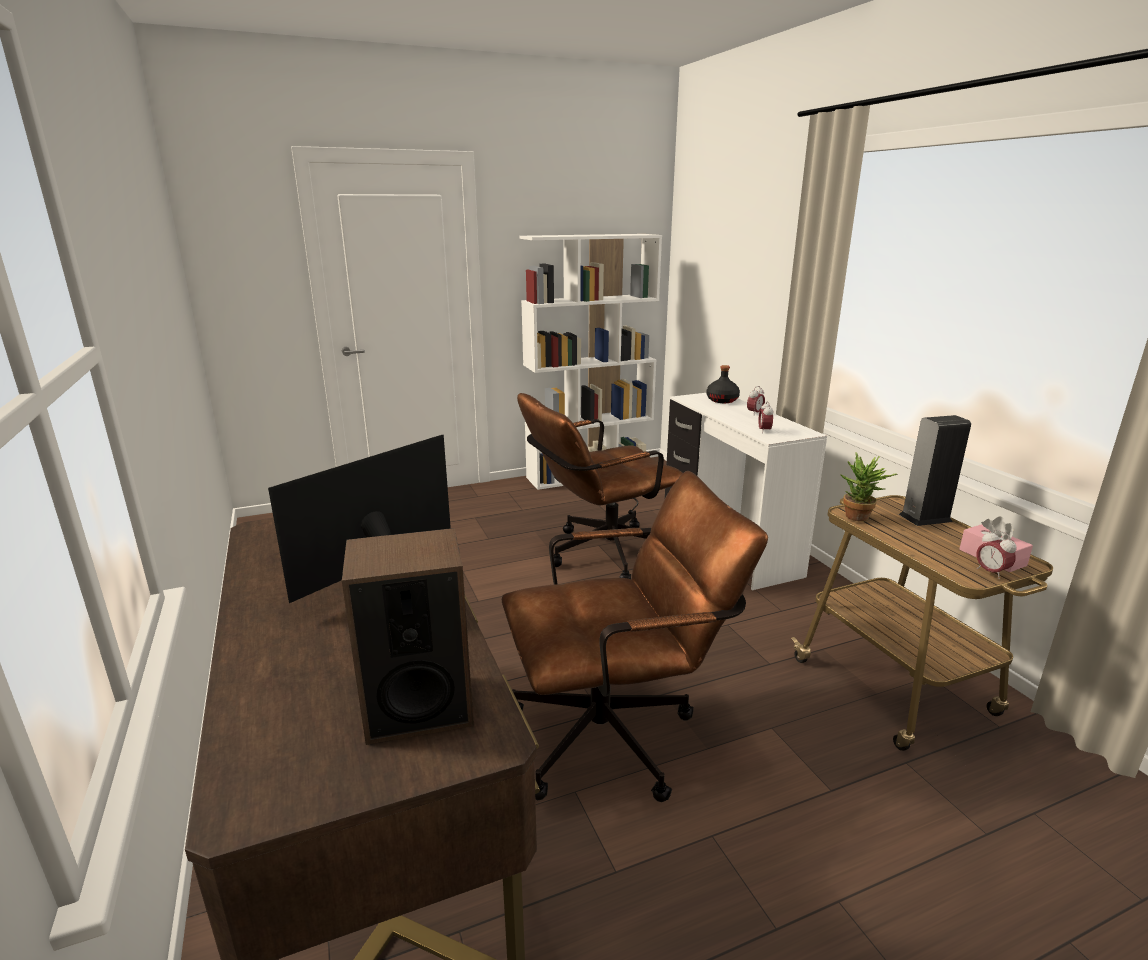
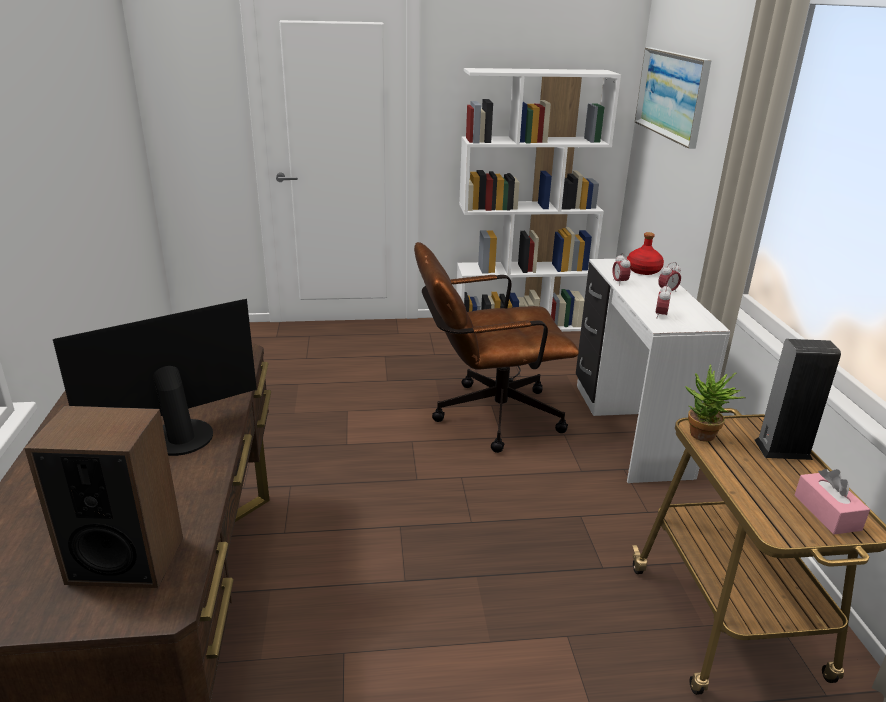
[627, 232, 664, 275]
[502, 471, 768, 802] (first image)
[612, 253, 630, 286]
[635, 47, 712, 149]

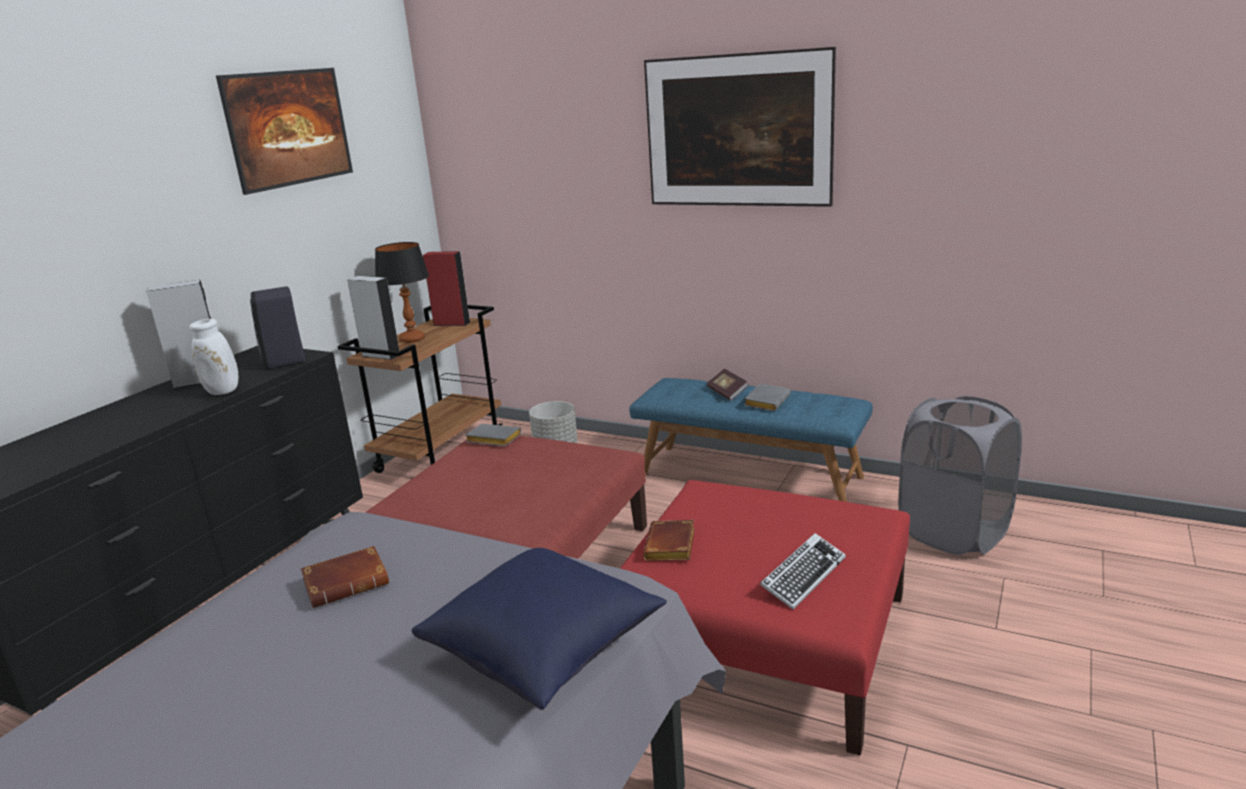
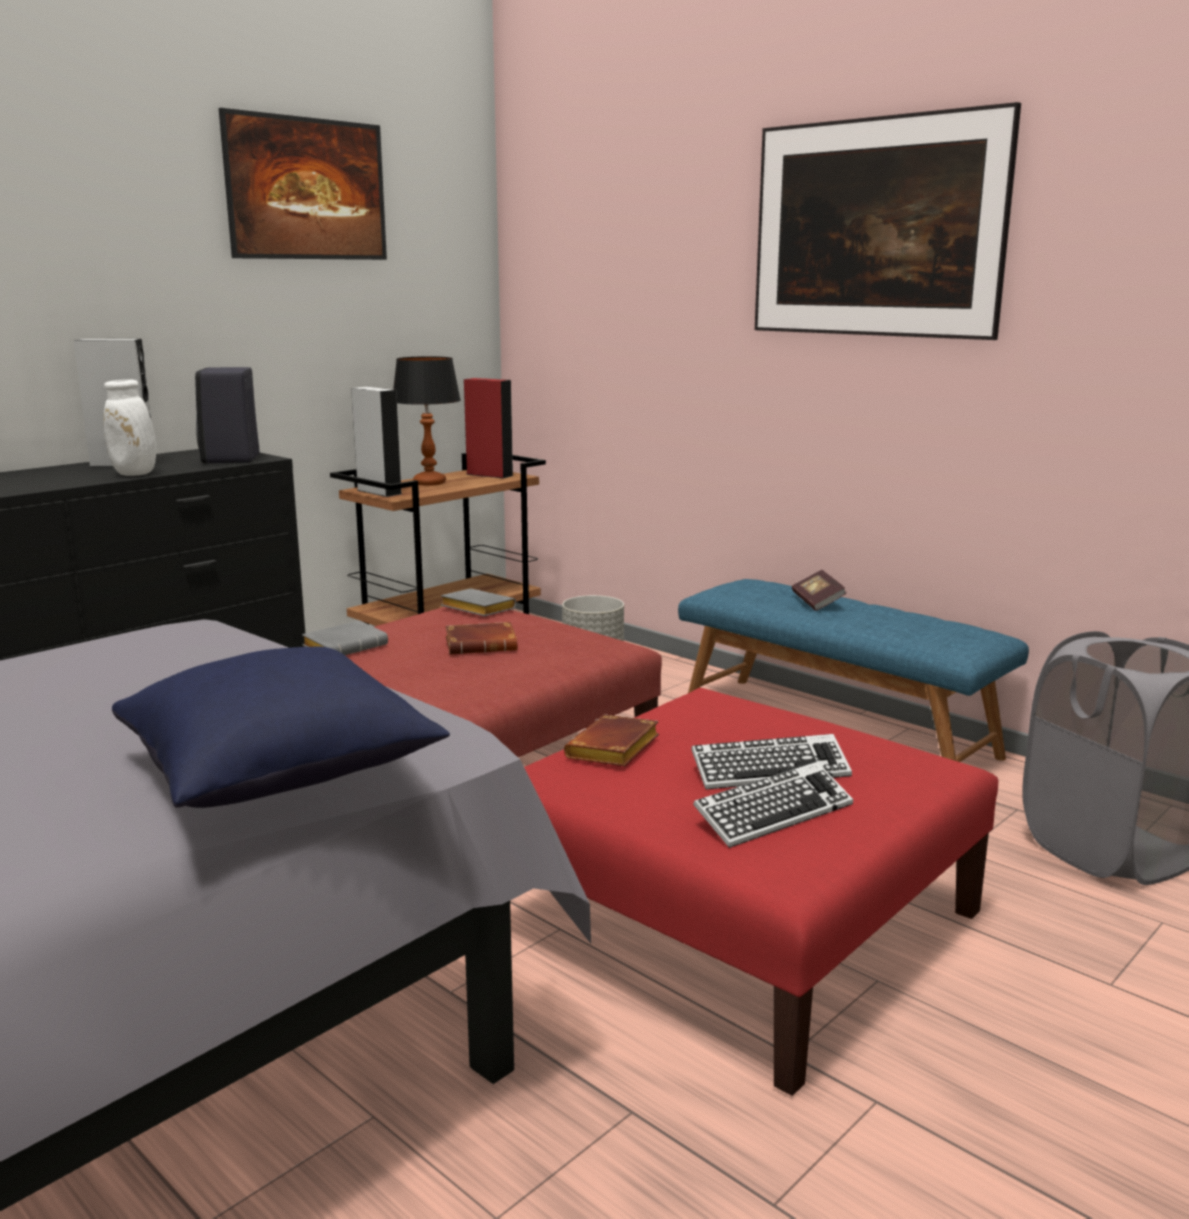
[302, 620, 388, 655]
[445, 622, 517, 654]
[691, 734, 852, 790]

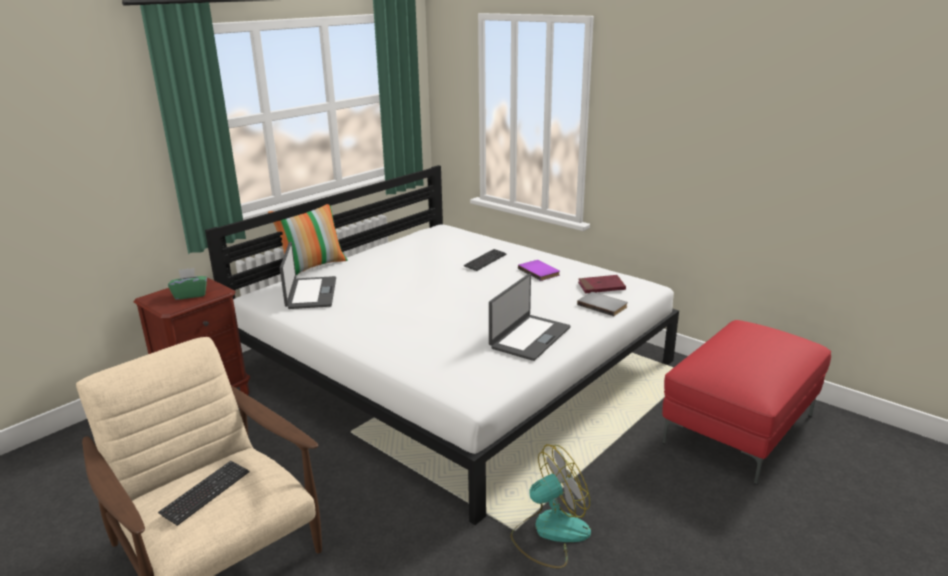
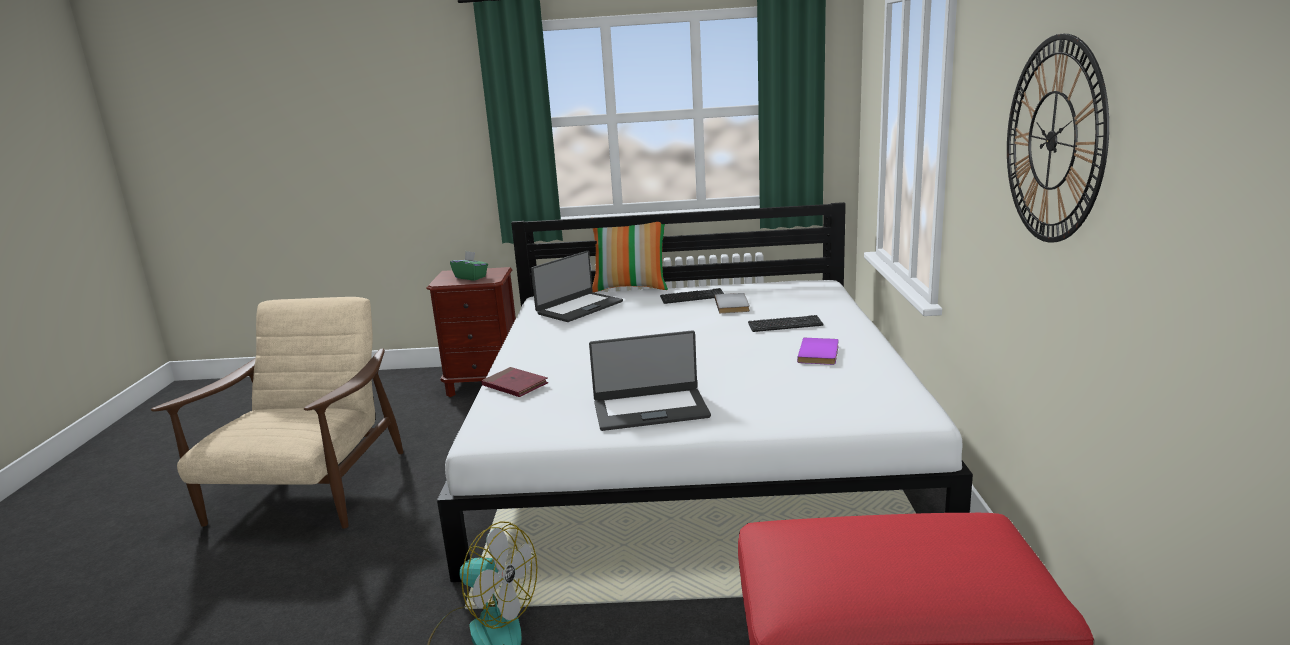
[481, 367, 548, 397]
[715, 293, 750, 313]
[660, 288, 724, 304]
[1007, 34, 1109, 243]

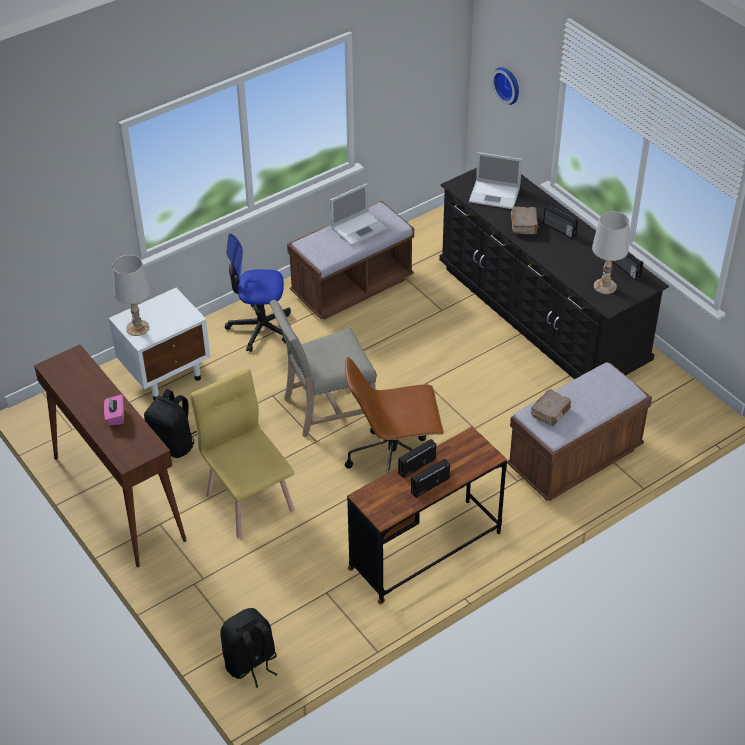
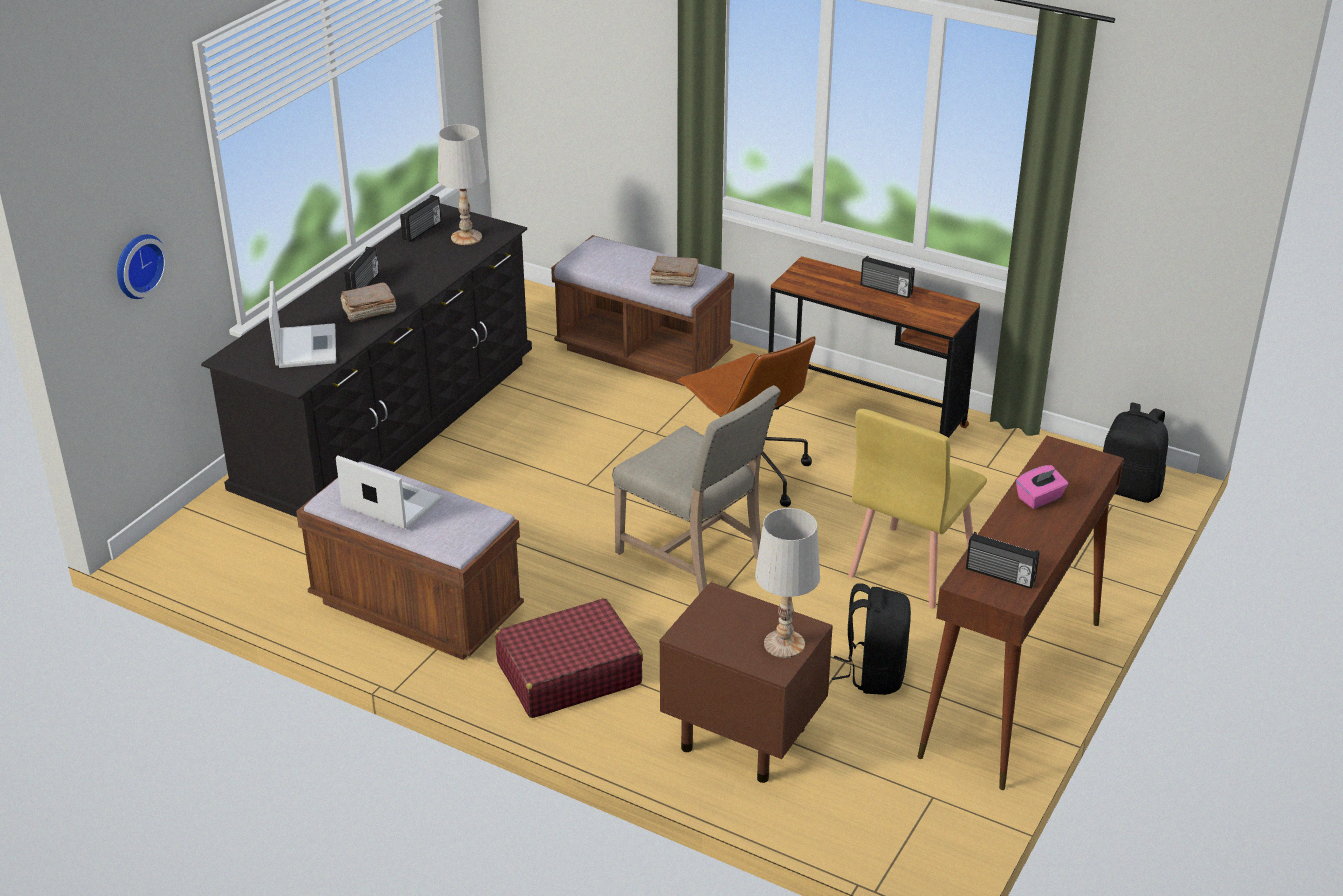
[495, 598, 643, 718]
[659, 582, 833, 783]
[966, 532, 1040, 589]

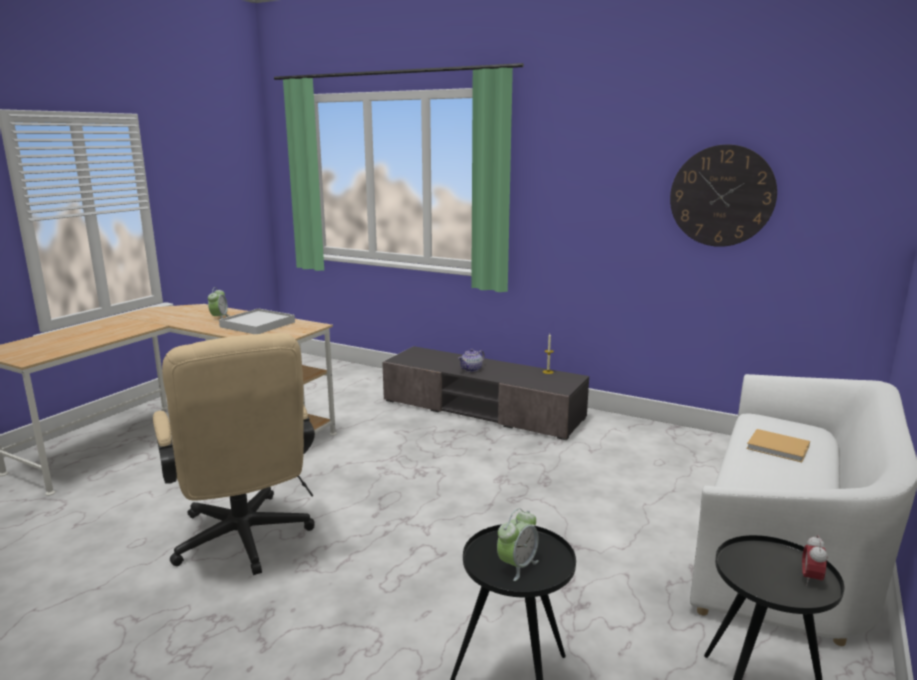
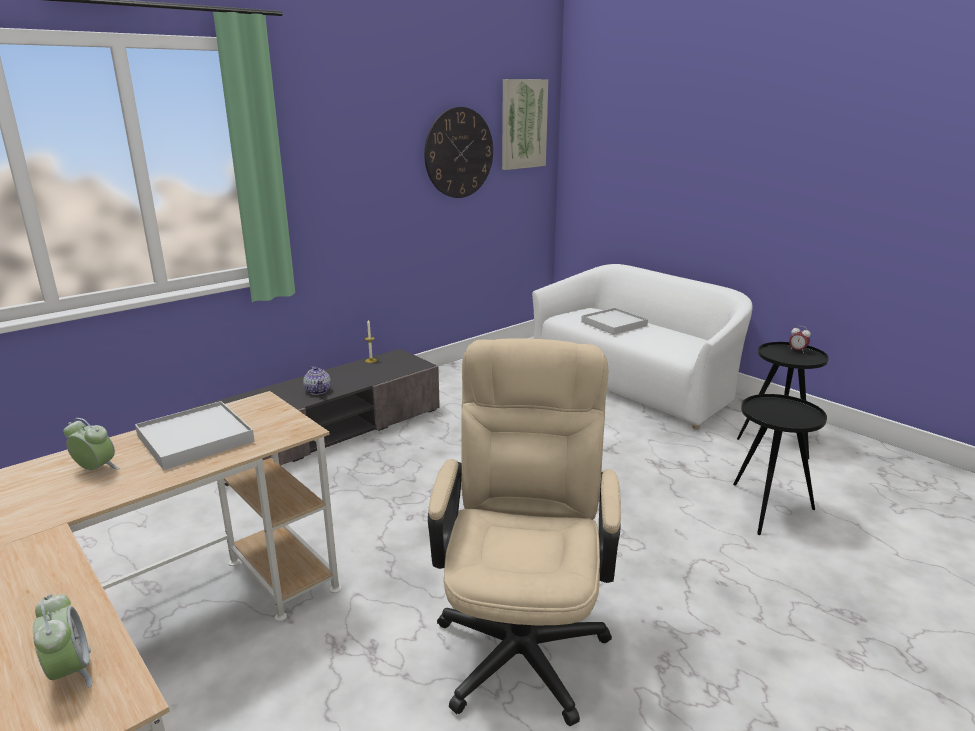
[428, 338, 621, 726]
[581, 308, 648, 335]
[33, 594, 92, 688]
[502, 79, 548, 170]

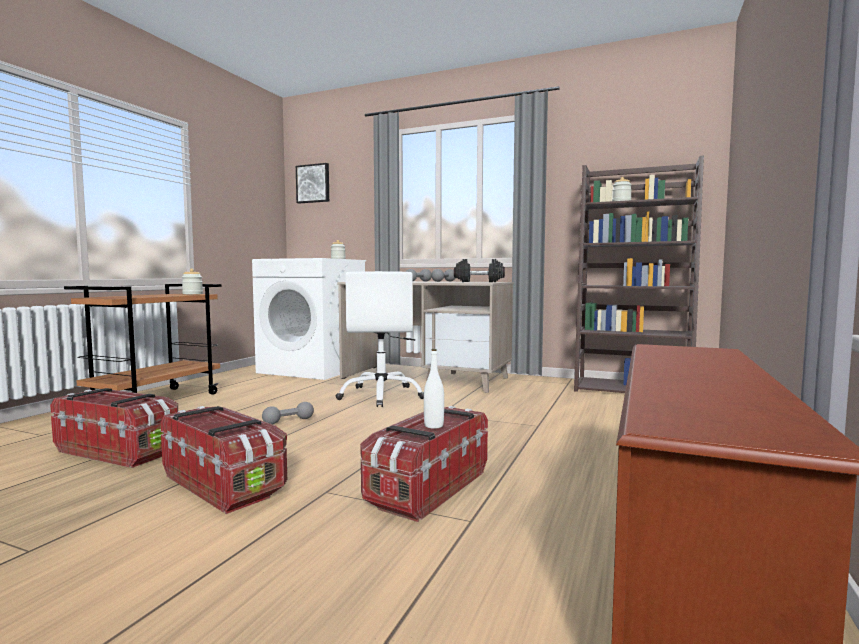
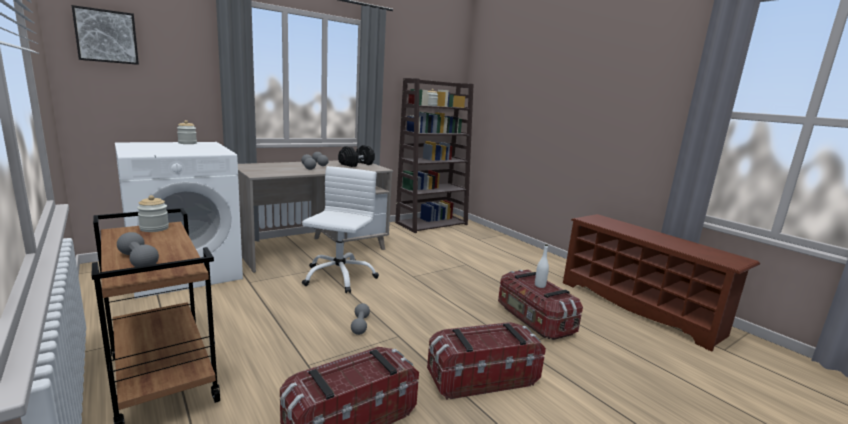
[302, 166, 379, 293]
[117, 232, 159, 267]

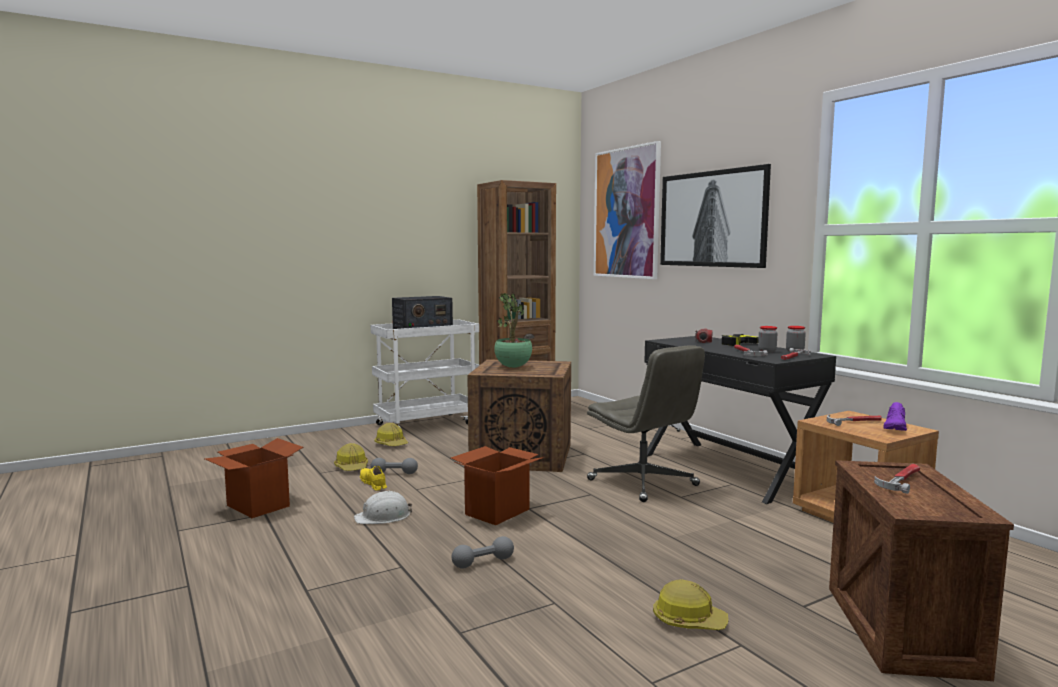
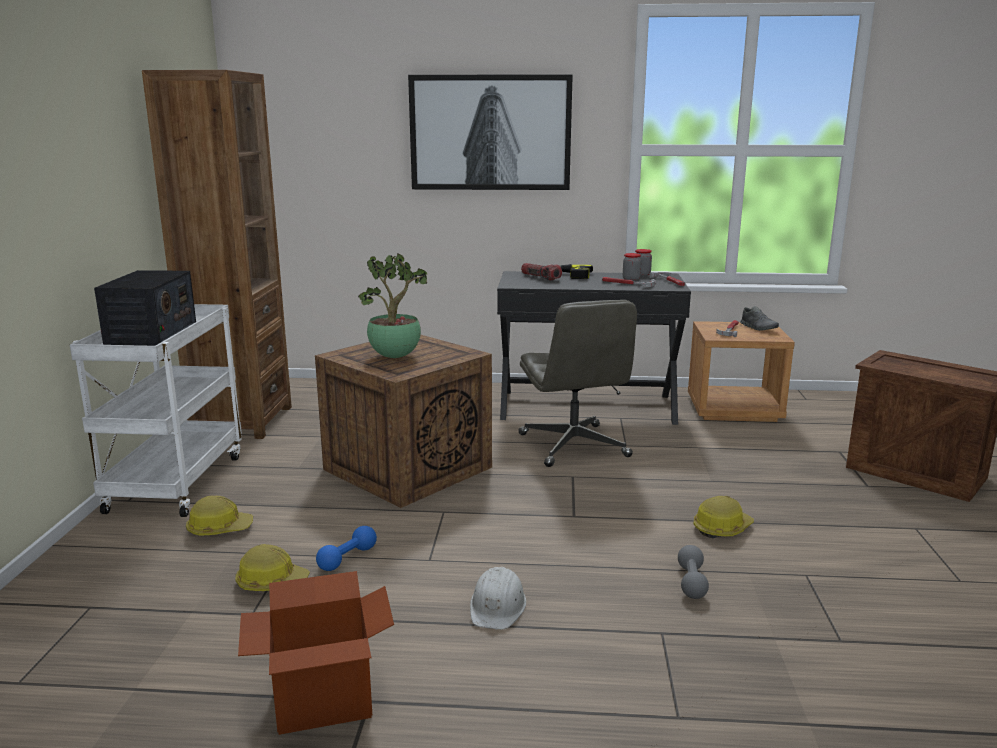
[594, 141, 661, 279] (first image)
[518, 300, 637, 467]
[740, 306, 779, 331]
[451, 446, 544, 525] (first image)
[316, 526, 377, 571]
[874, 464, 920, 494] (first image)
[360, 466, 387, 490] (first image)
[694, 496, 754, 538]

